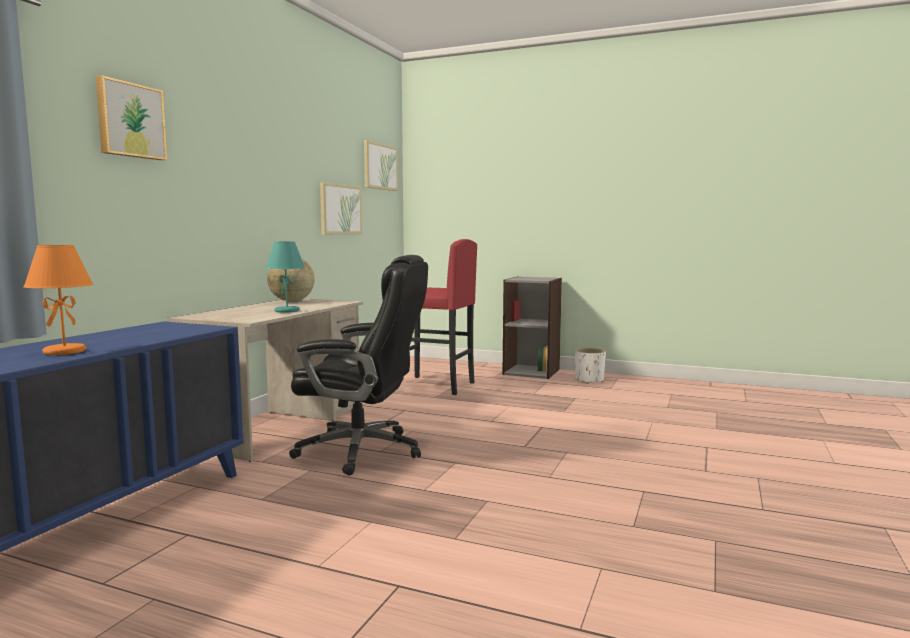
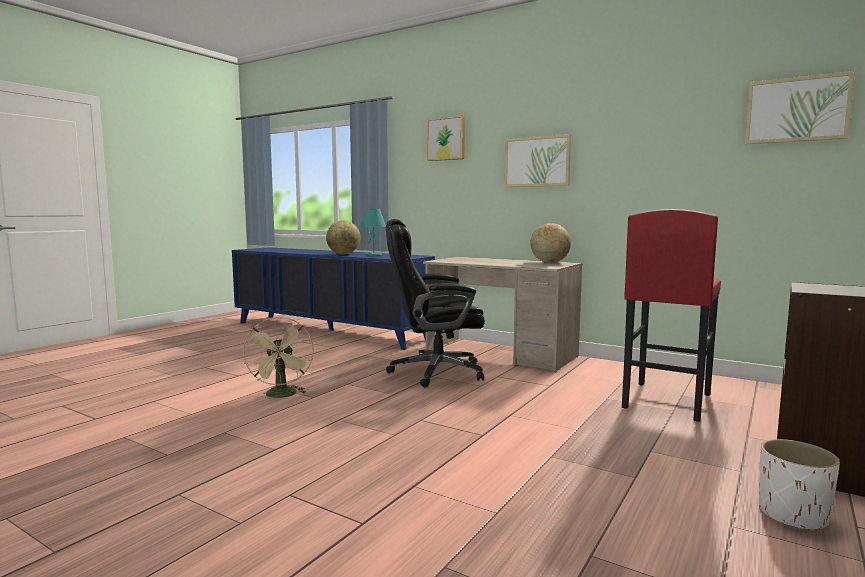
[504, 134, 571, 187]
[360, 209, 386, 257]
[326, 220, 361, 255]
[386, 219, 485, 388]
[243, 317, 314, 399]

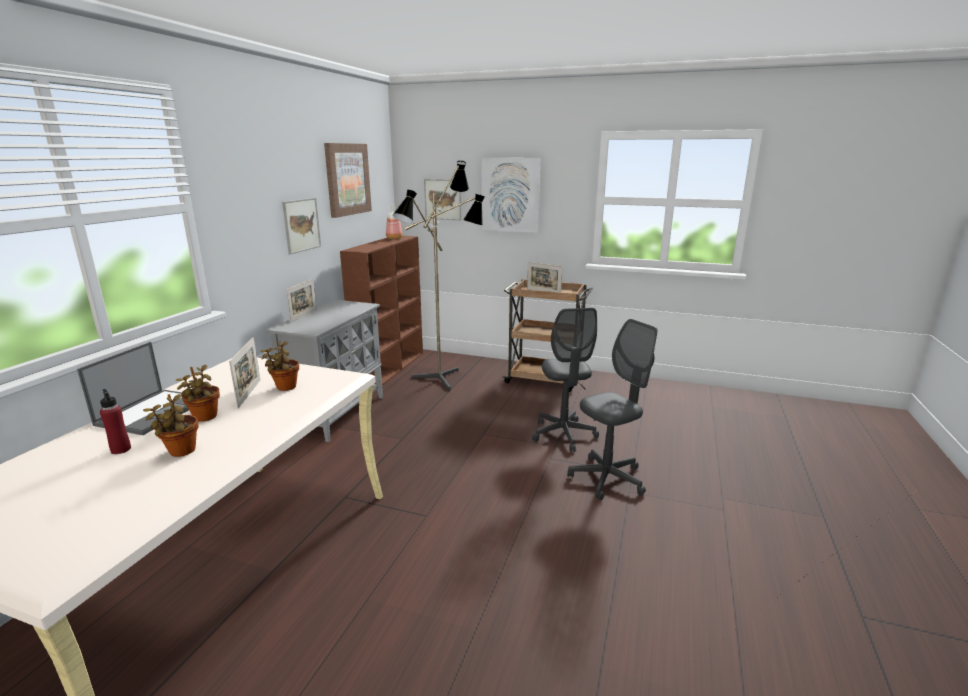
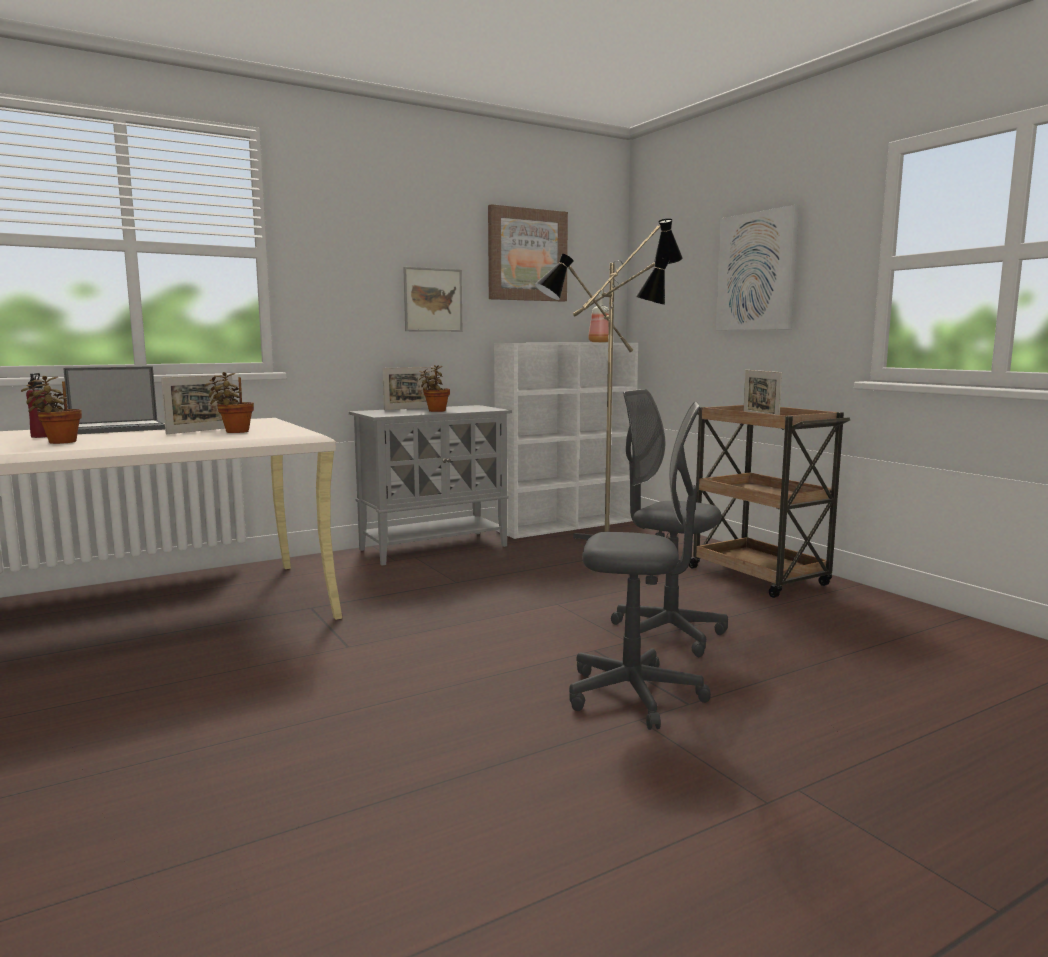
[424, 179, 462, 220] (first image)
[494, 343, 638, 539]
[611, 389, 728, 657]
[419, 365, 450, 412]

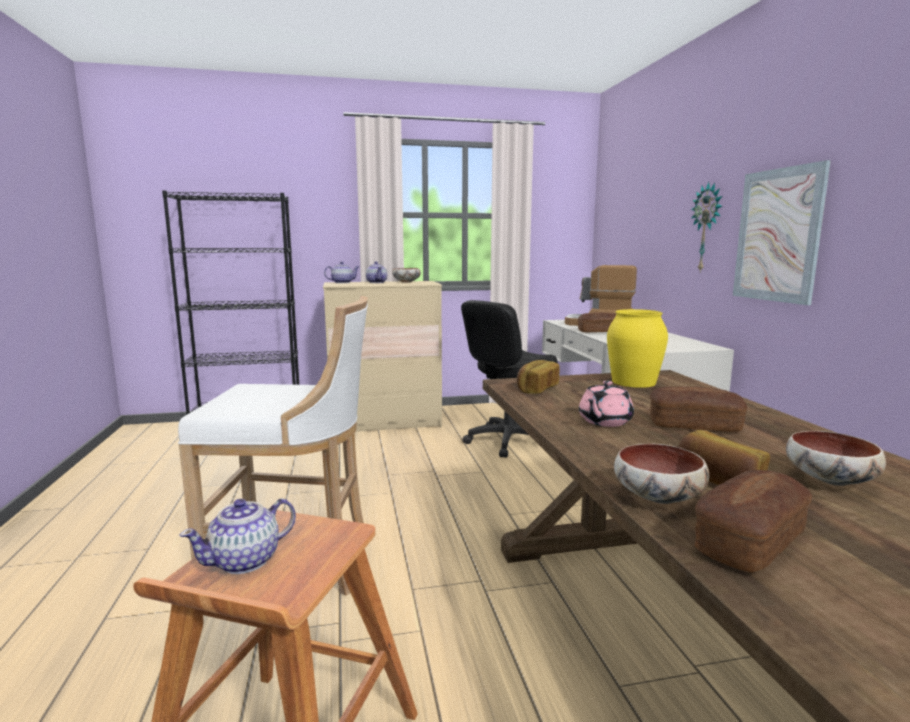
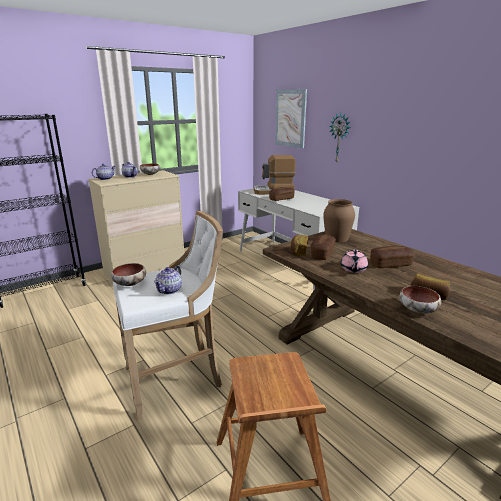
[275, 89, 307, 148]
[461, 300, 558, 458] (first image)
[323, 199, 355, 242]
[111, 263, 146, 286]
[310, 234, 336, 260]
[154, 266, 182, 294]

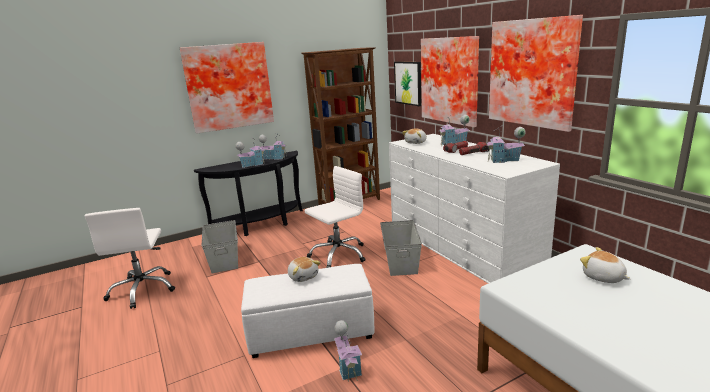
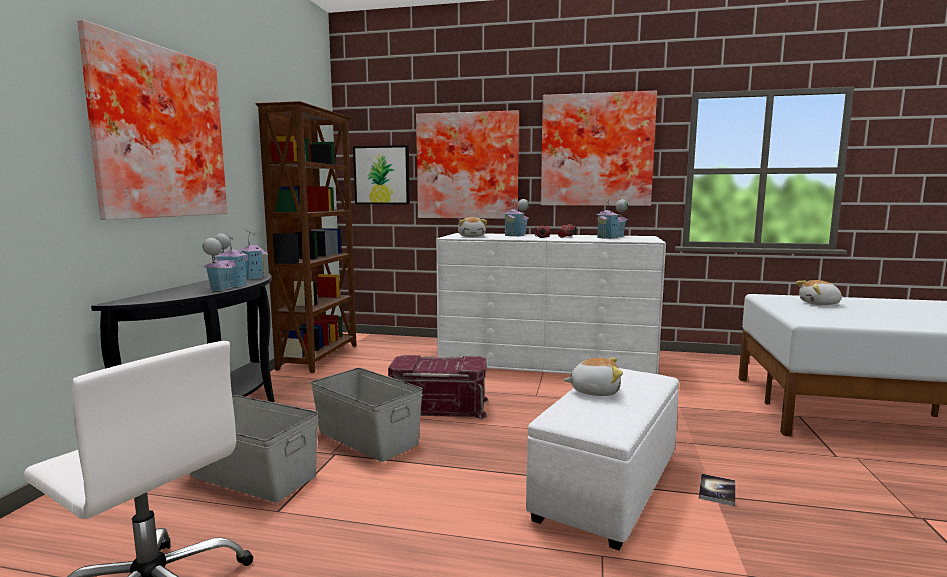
[388, 355, 489, 419]
[311, 368, 423, 462]
[699, 474, 735, 506]

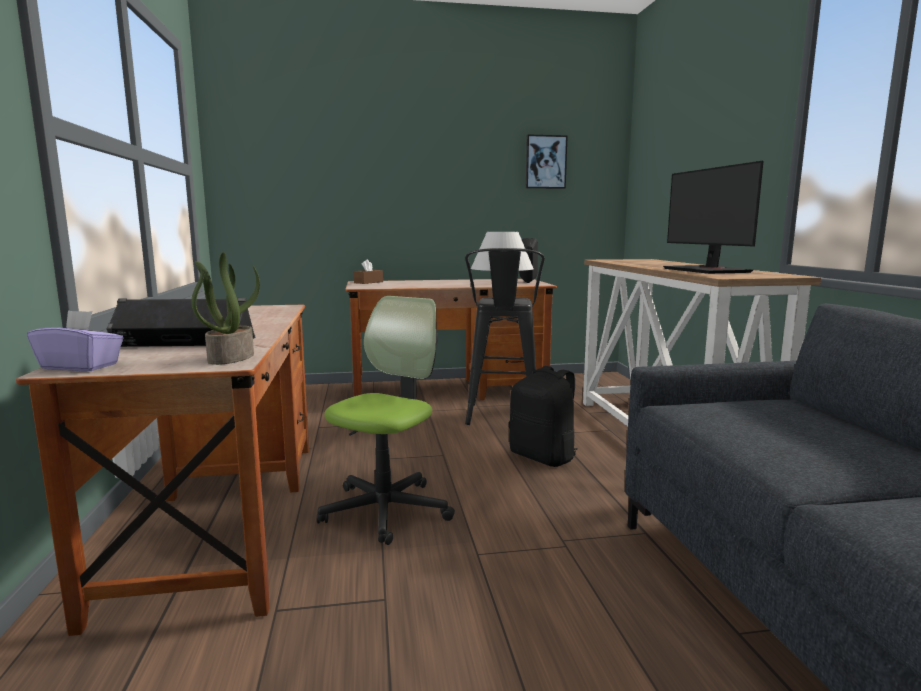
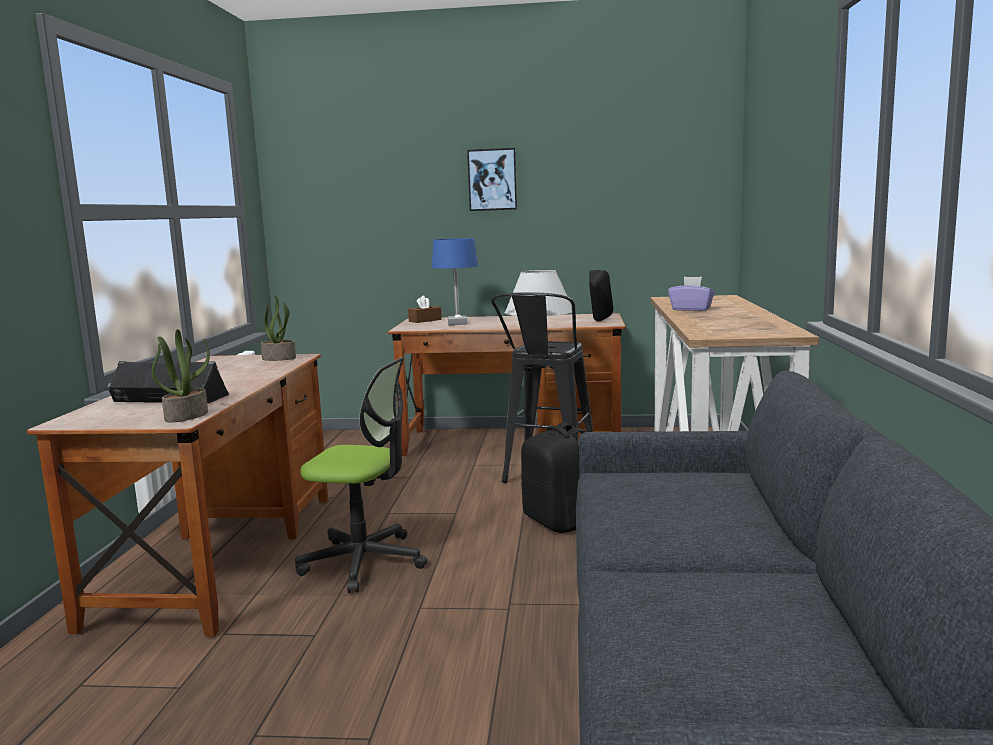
[467, 148, 517, 211]
[663, 161, 764, 274] (first image)
[295, 357, 428, 593]
[668, 277, 715, 311]
[432, 238, 478, 325]
[261, 296, 296, 361]

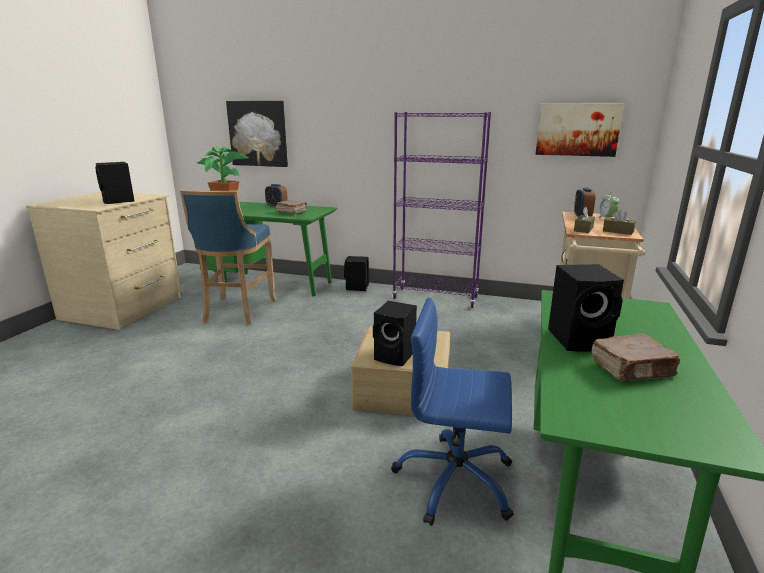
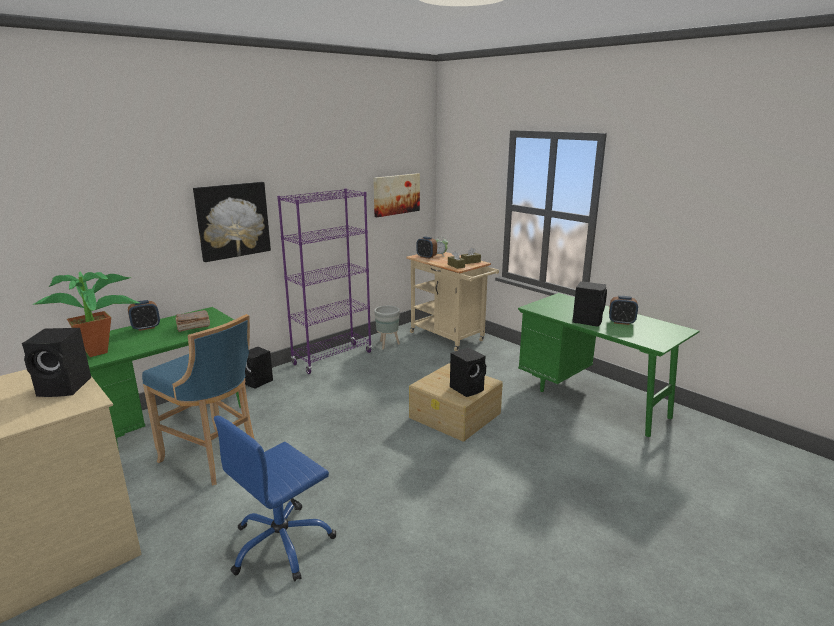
[193, 182, 271, 262]
[214, 415, 336, 582]
[609, 296, 638, 325]
[374, 306, 400, 349]

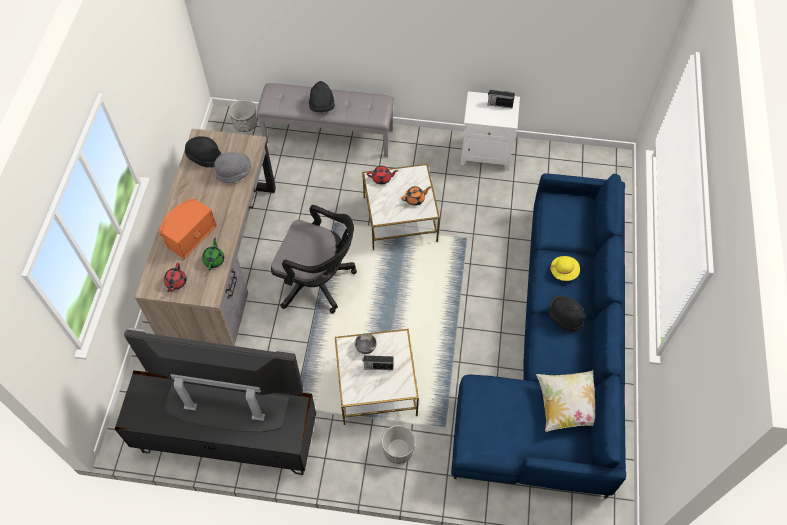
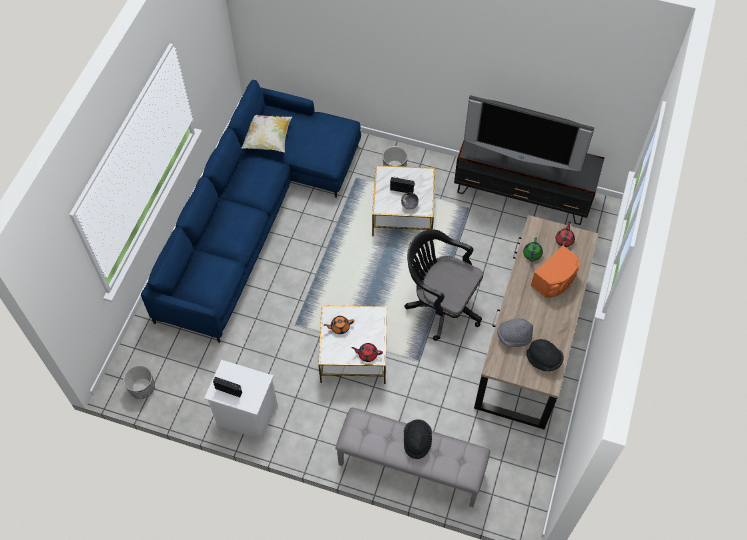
[123, 365, 155, 399]
[550, 256, 580, 281] (first image)
[548, 296, 584, 333] (first image)

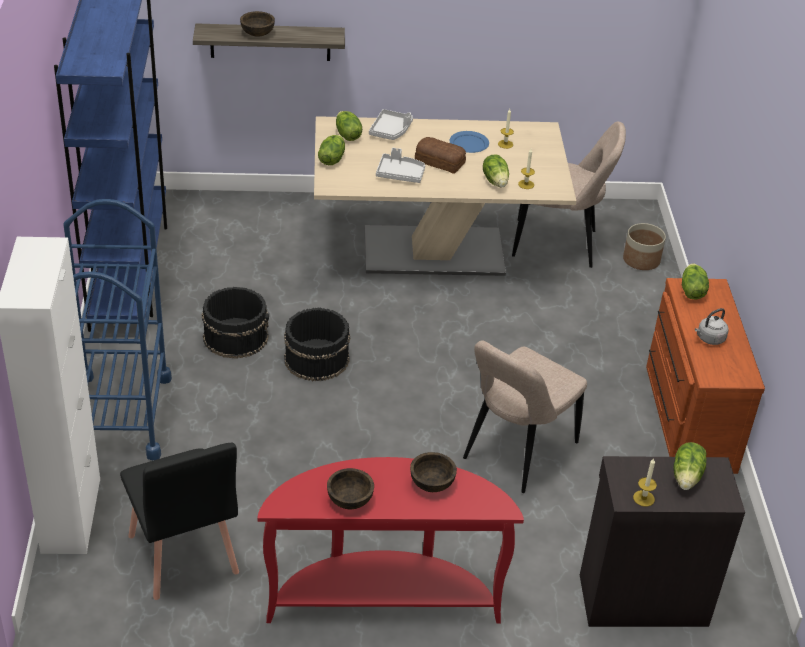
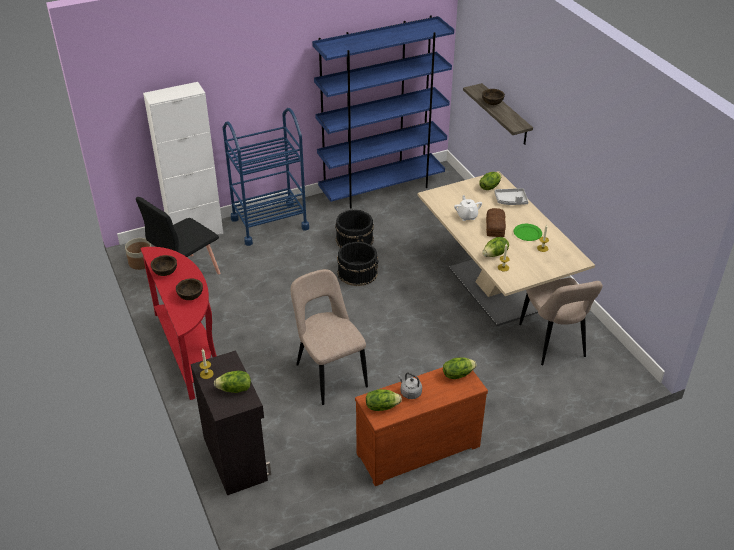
[514, 224, 542, 241]
[366, 389, 402, 411]
[454, 195, 482, 221]
[125, 238, 151, 270]
[291, 269, 368, 405]

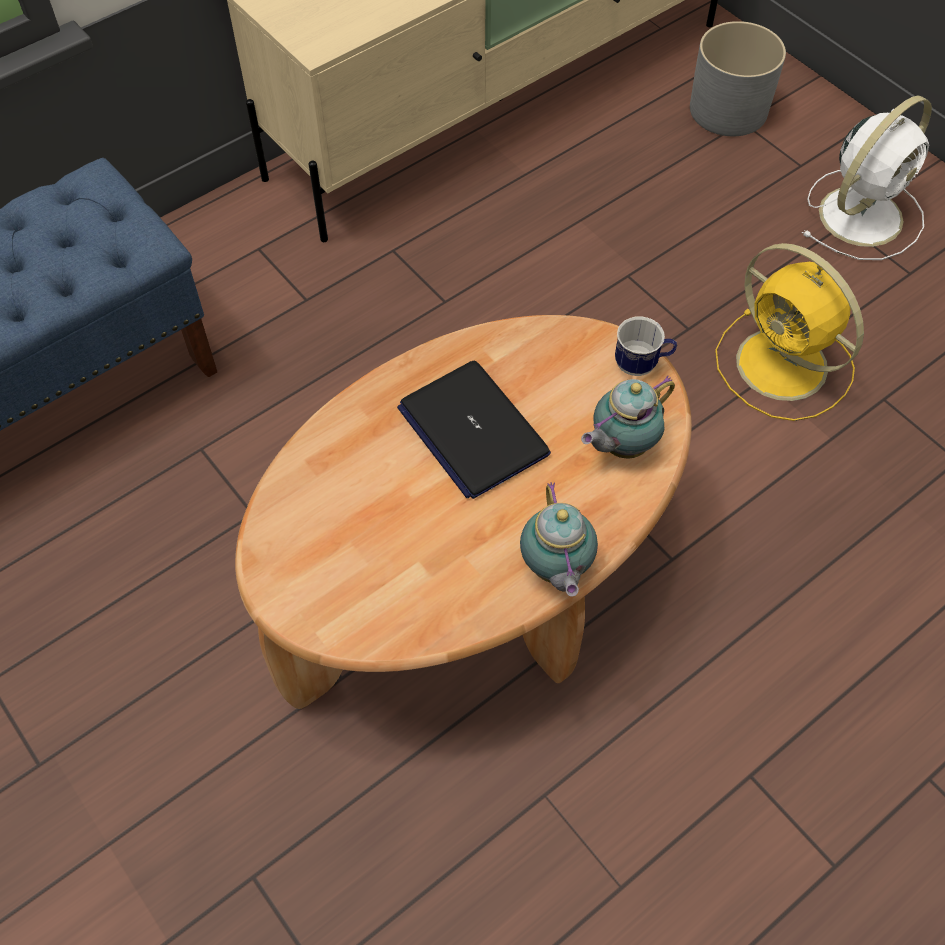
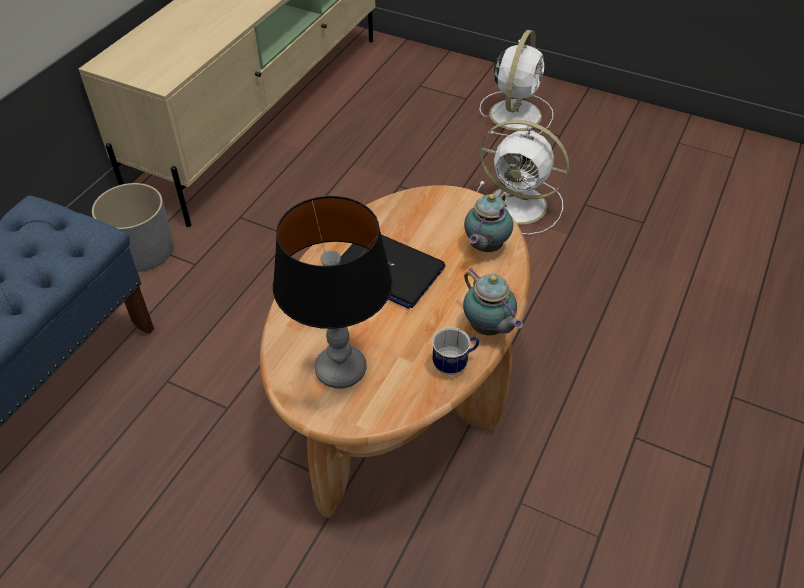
[92, 183, 174, 272]
[477, 120, 569, 235]
[432, 327, 479, 375]
[273, 196, 393, 389]

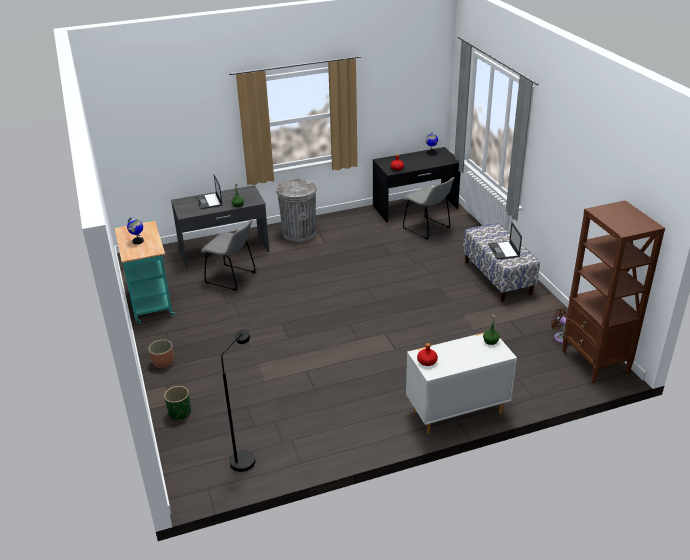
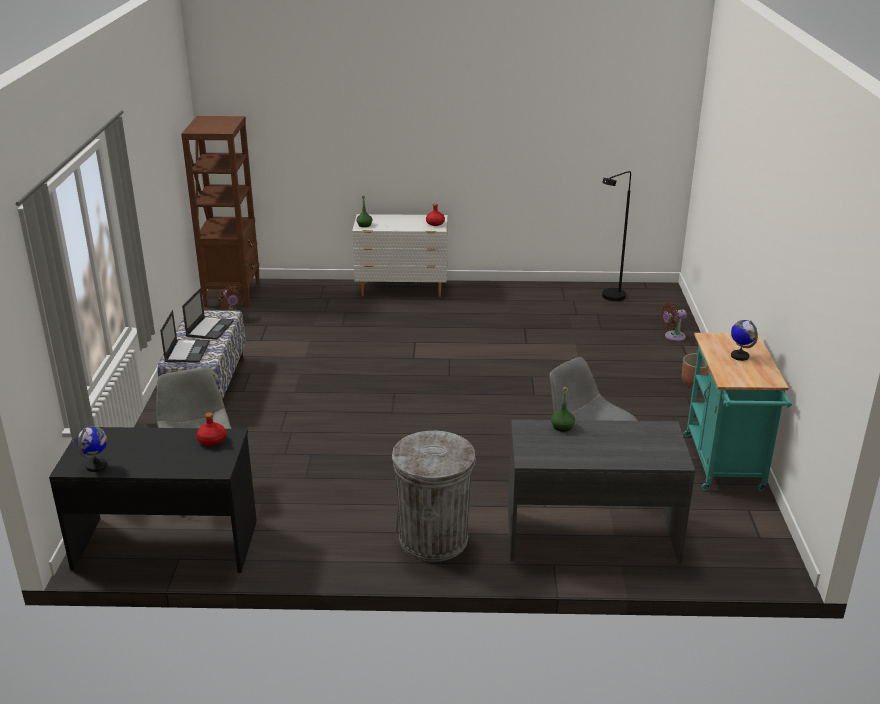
[160, 310, 210, 362]
[661, 302, 687, 341]

